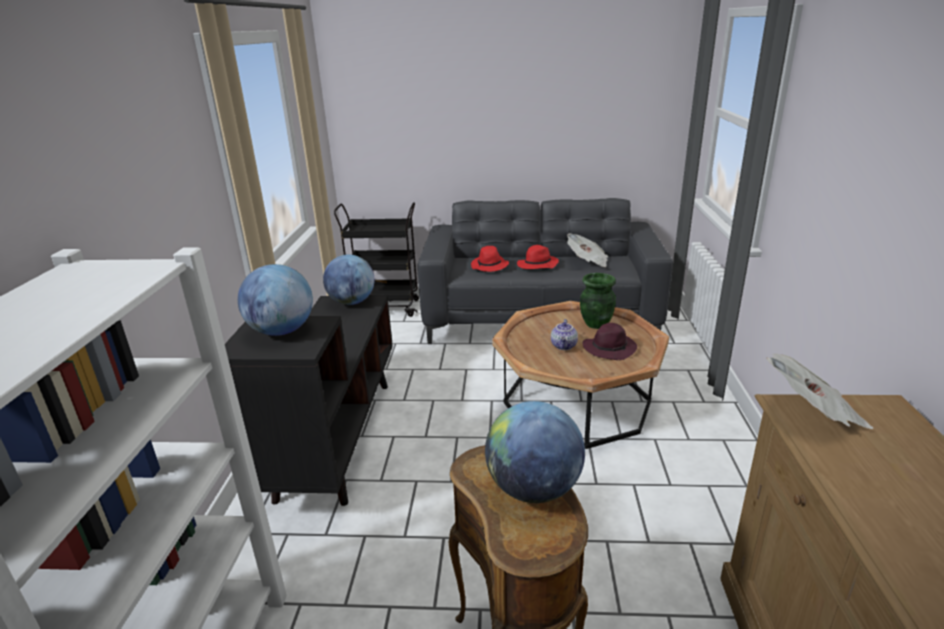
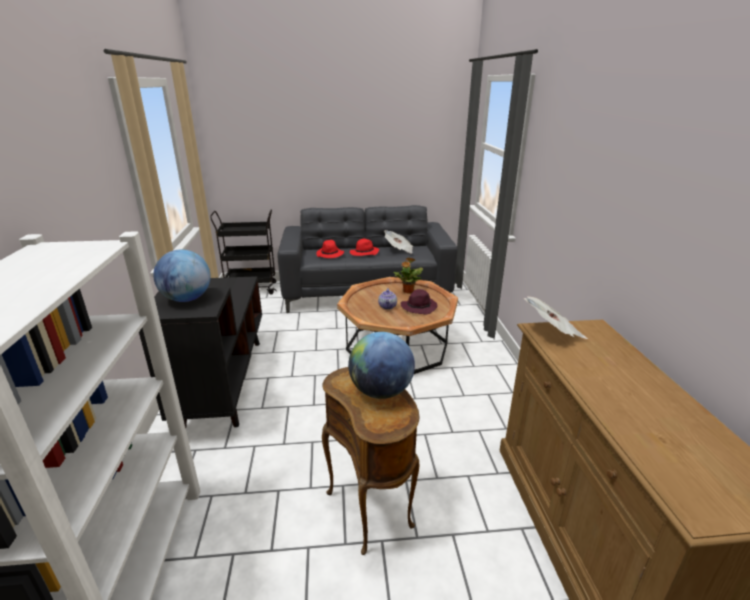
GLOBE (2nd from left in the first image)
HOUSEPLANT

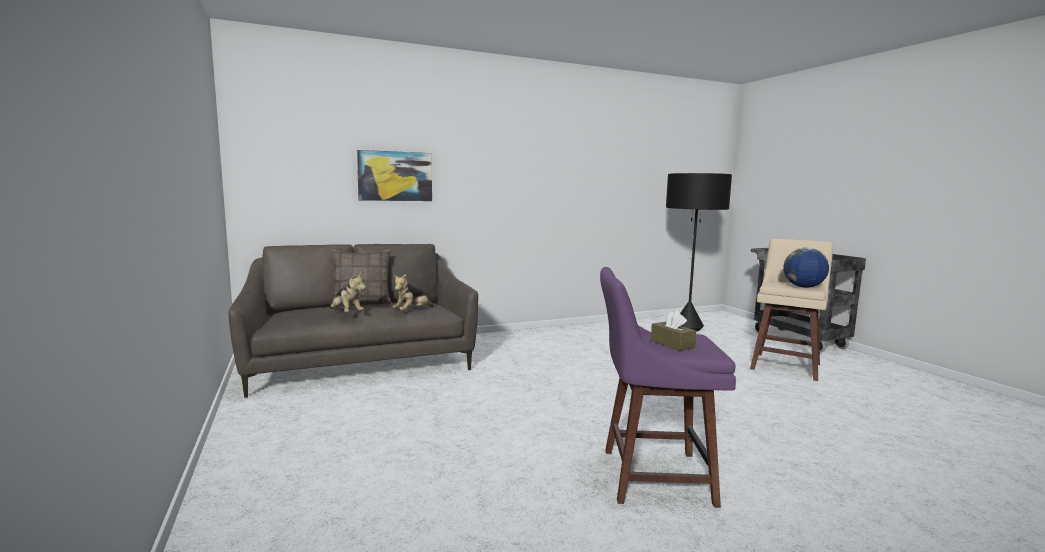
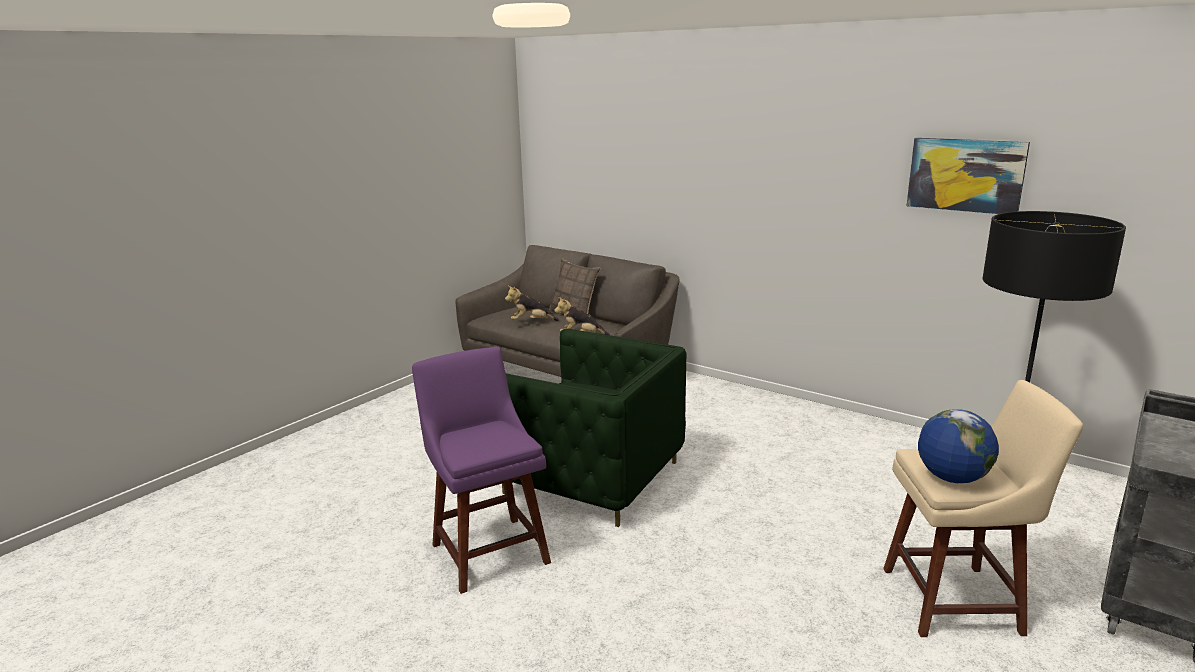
PICTURE
SOFT TOY (1st from left)
BROWN TISSUE HOLDER
GREEN ARMCHAIR

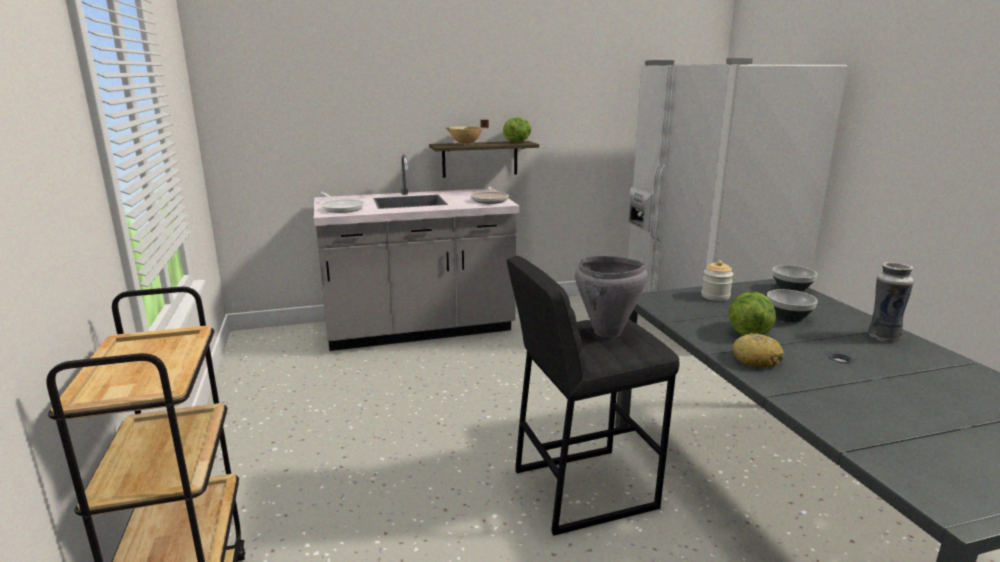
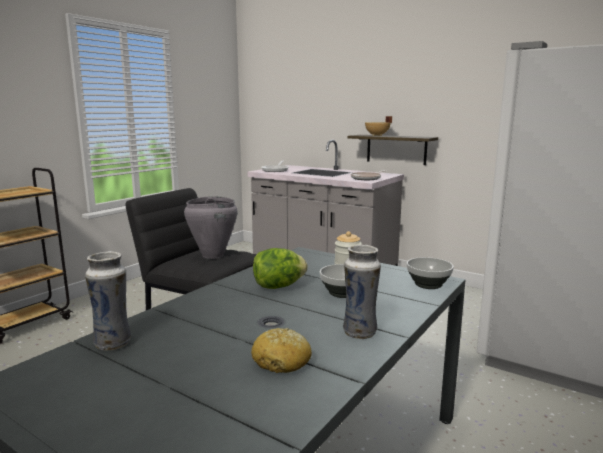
LETTUCE (1st from left in the first image)
BAKED BREAD
FLOWER VASE (1st from left)

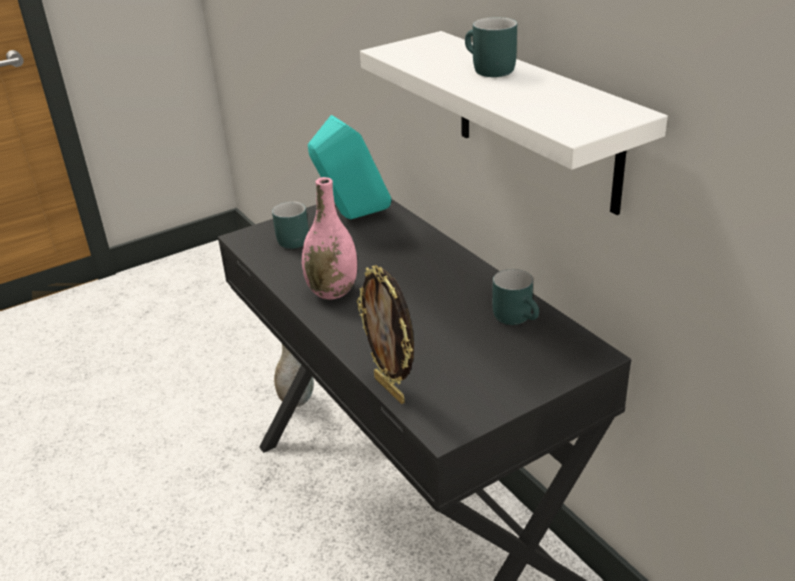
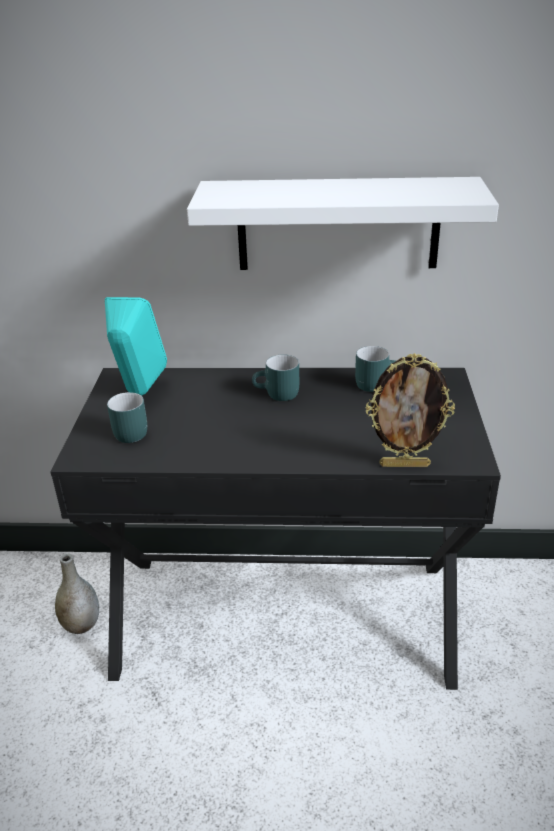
TURQUOISE MUG (2nd from left)
PINKISH FLOWER VASE

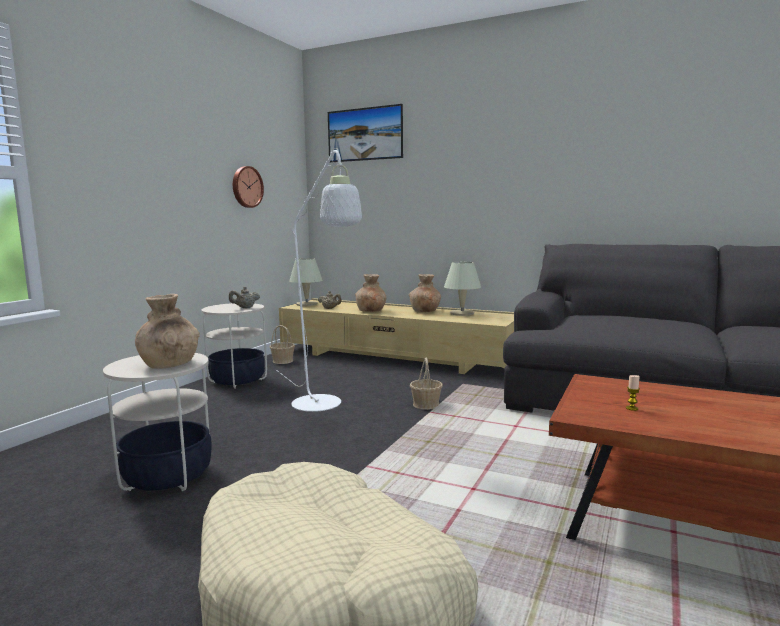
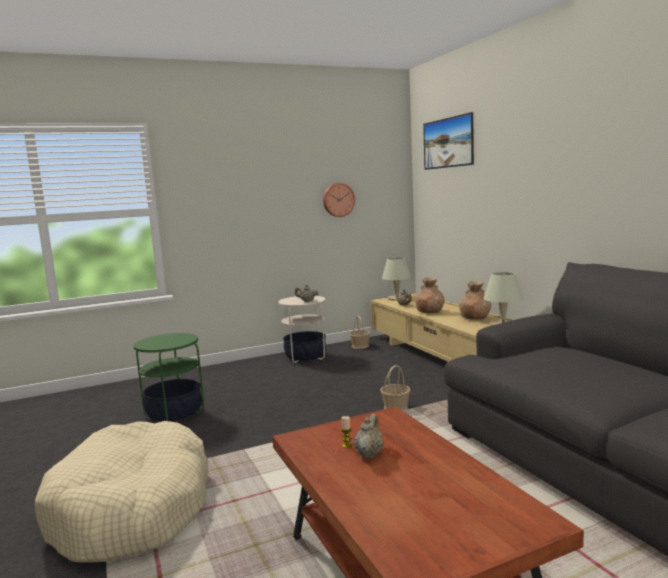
WHITE STANDING LAMP
BROWN FLOWER VASE (1st from left in the first image)
GREEN END TABLE
BEIGE TEA POT (2nd from left)

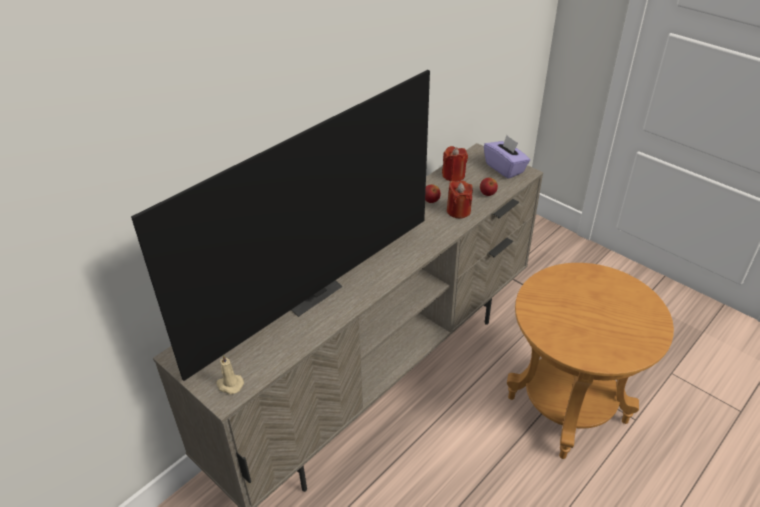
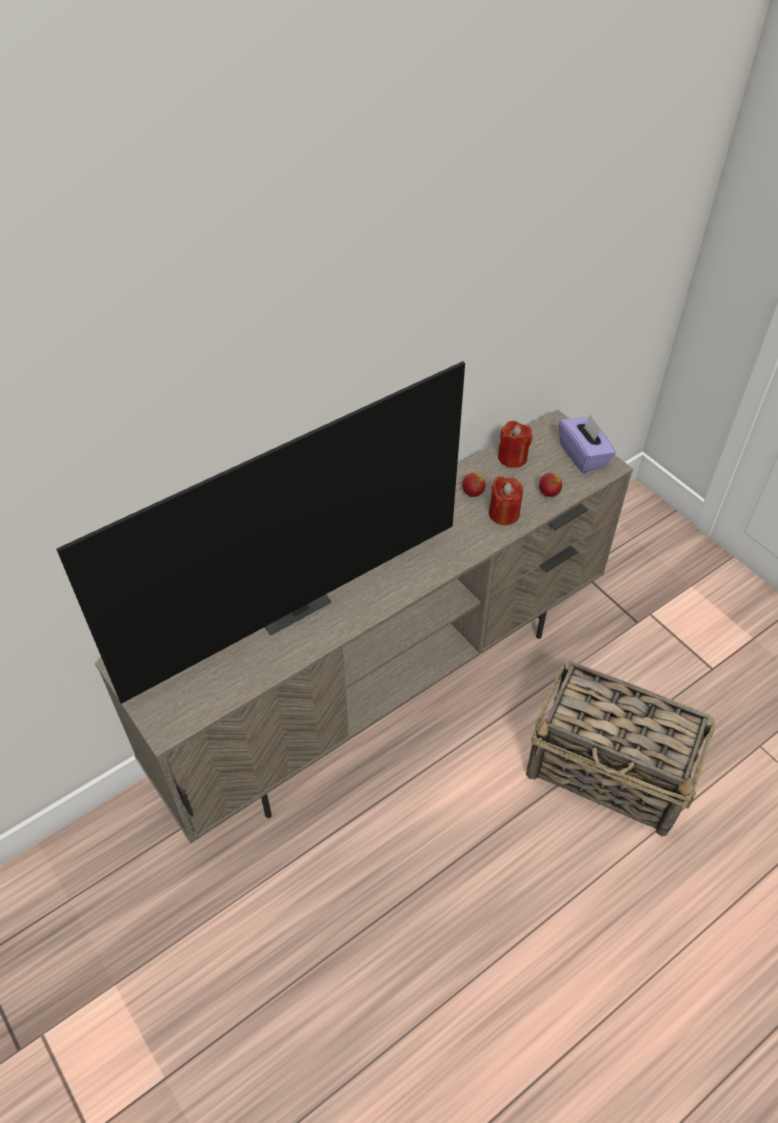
STORAGE BASKET
BEIGE CANDLE

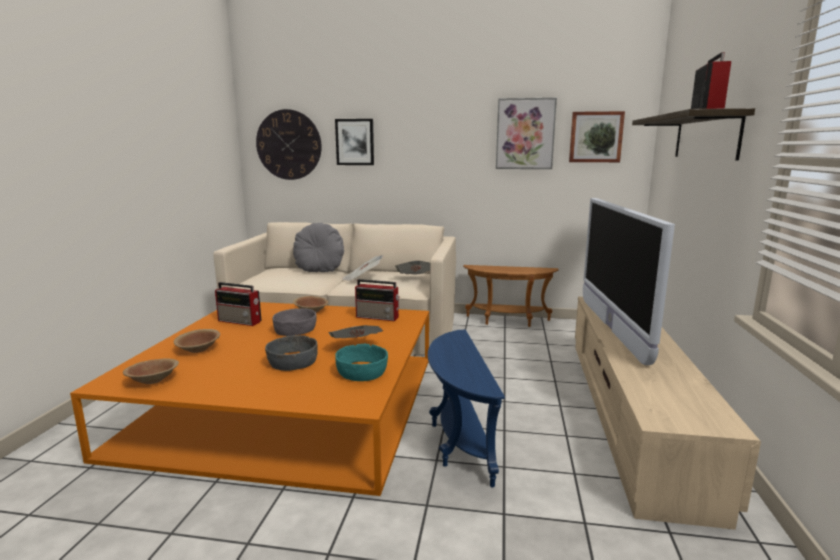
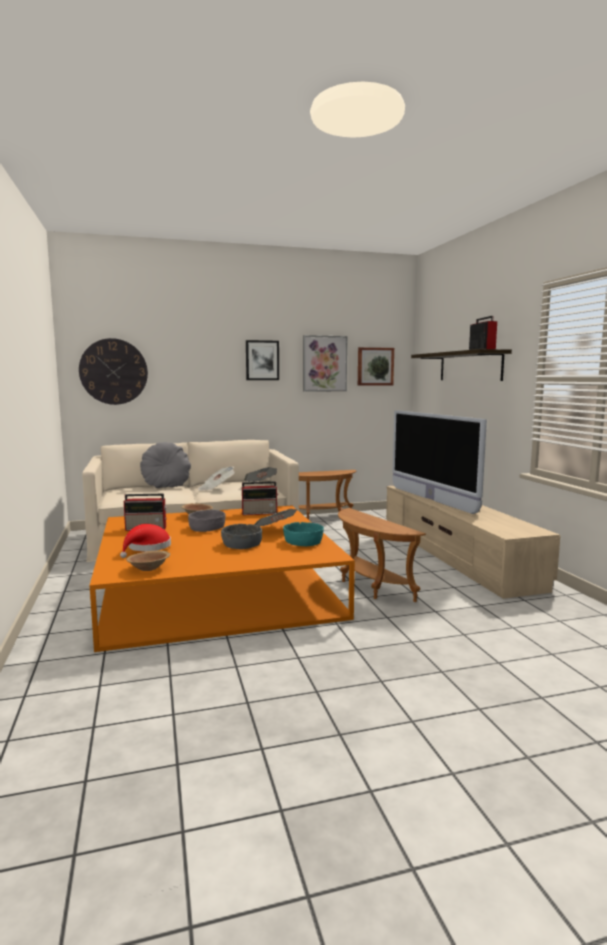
PICTURE (1st from left)
REDDISH WEARABLE HAT
BROWN END TABLE (2nd from left)

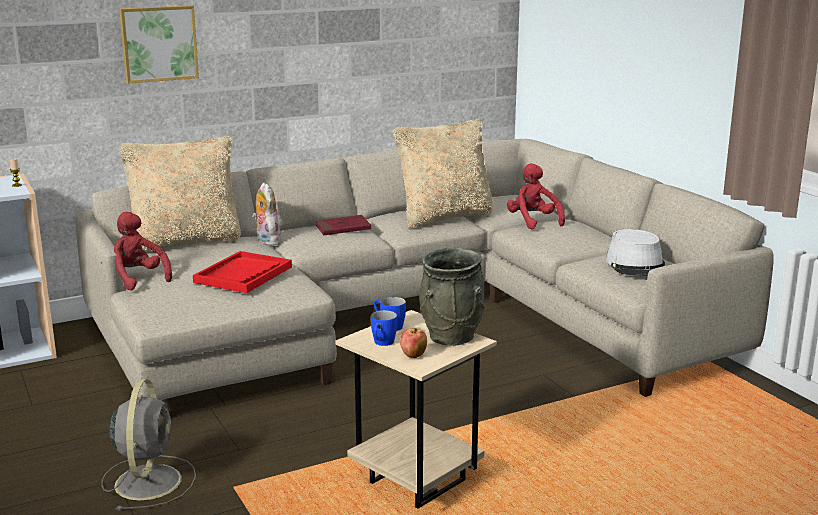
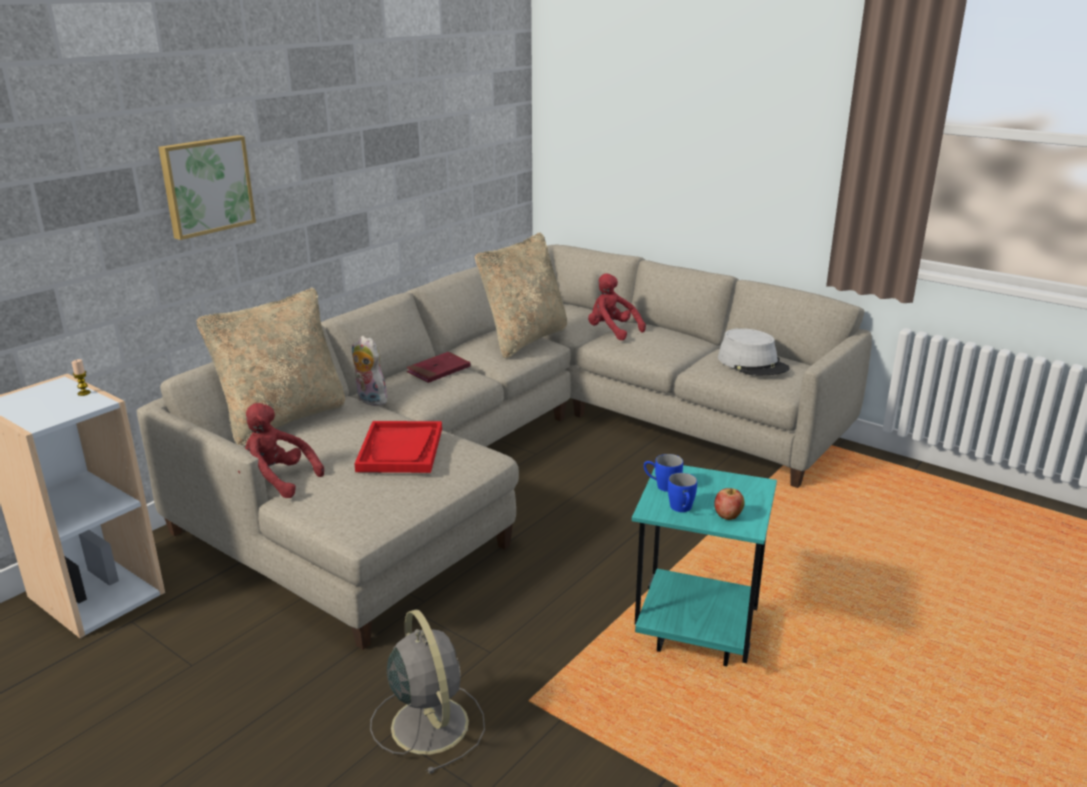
GREYISH FLOWER VASE
TURQUOISE END TABLE

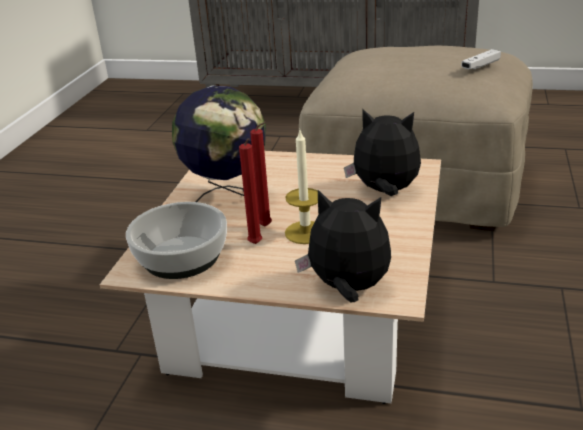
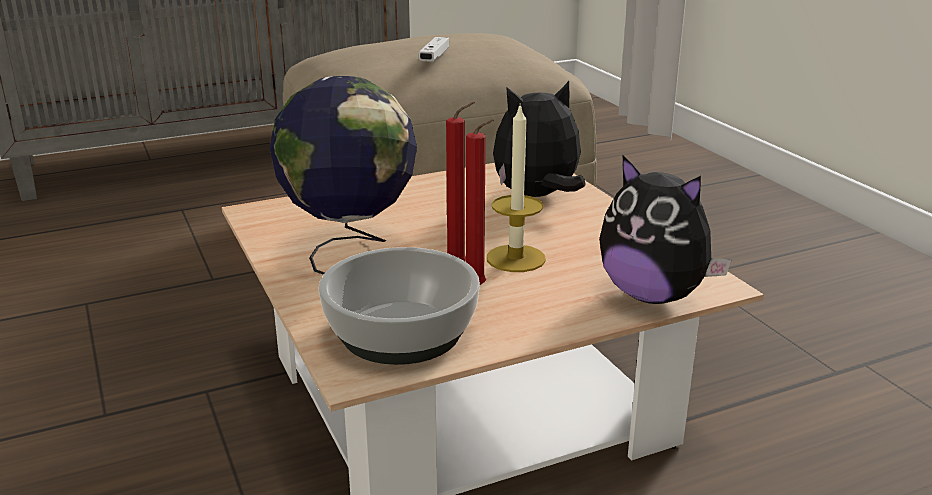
WHITE GAMEPAD
SOFT TOY (2nd from left)

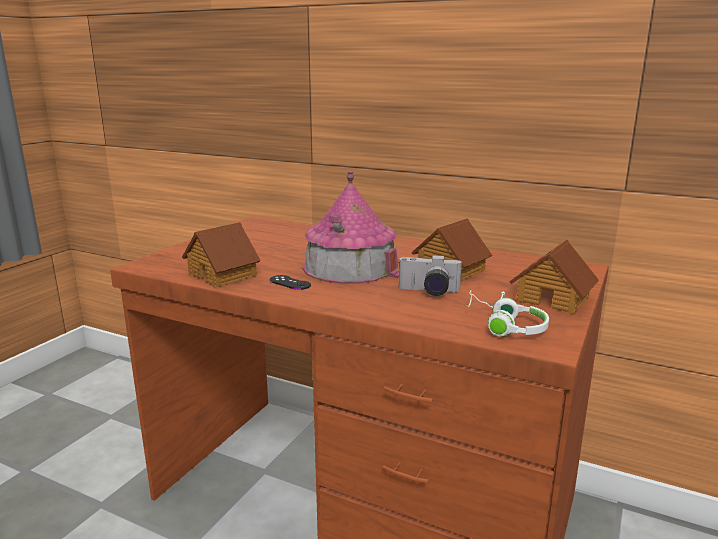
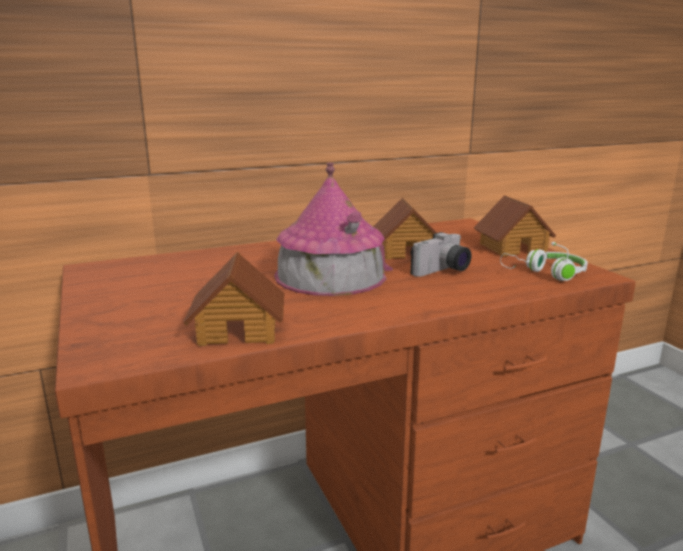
BLACKISH GAMEPAD

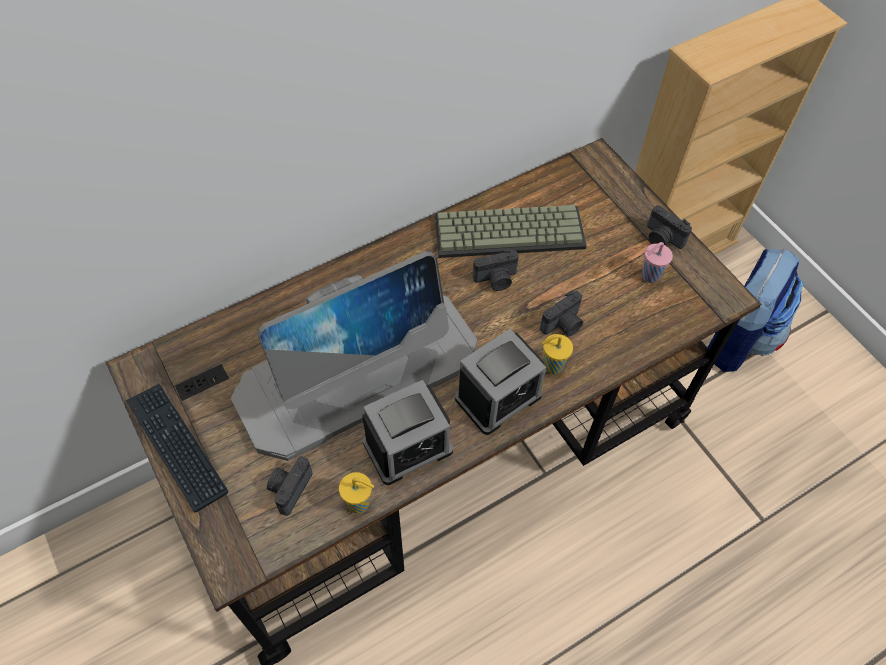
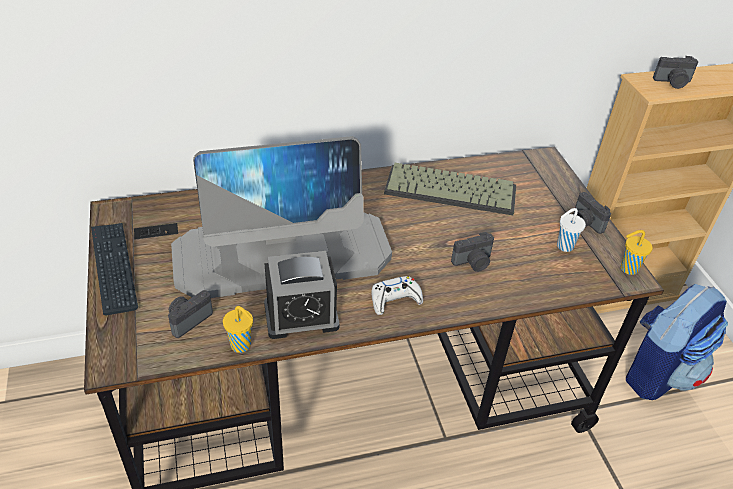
WHITE CUP
PHOTO CAMERA (4th from left)
WHITE GAMEPAD
YELLOW-COLOURED CUP (2nd from left)

